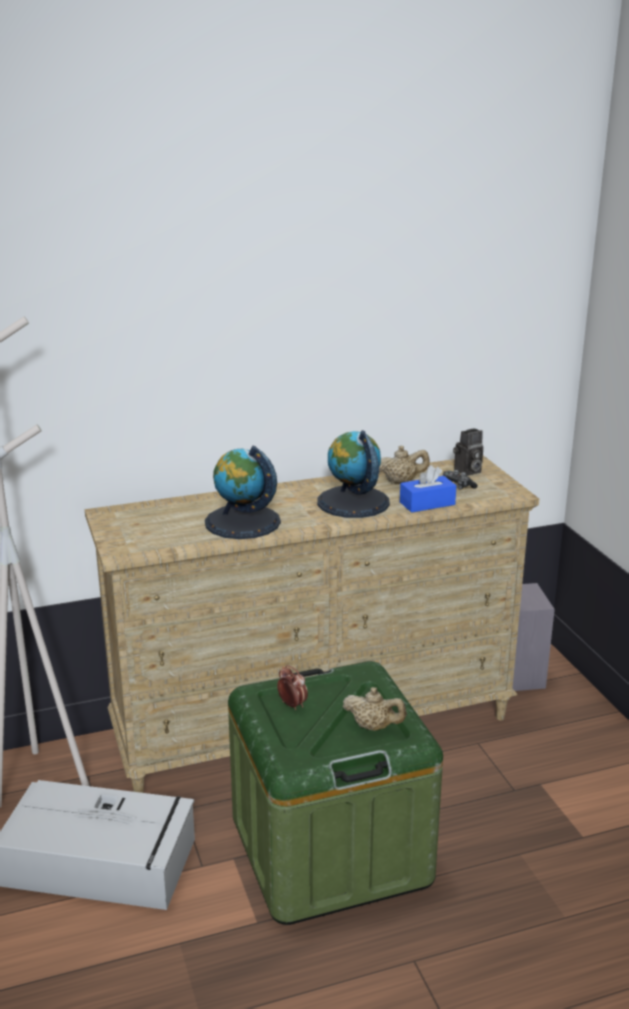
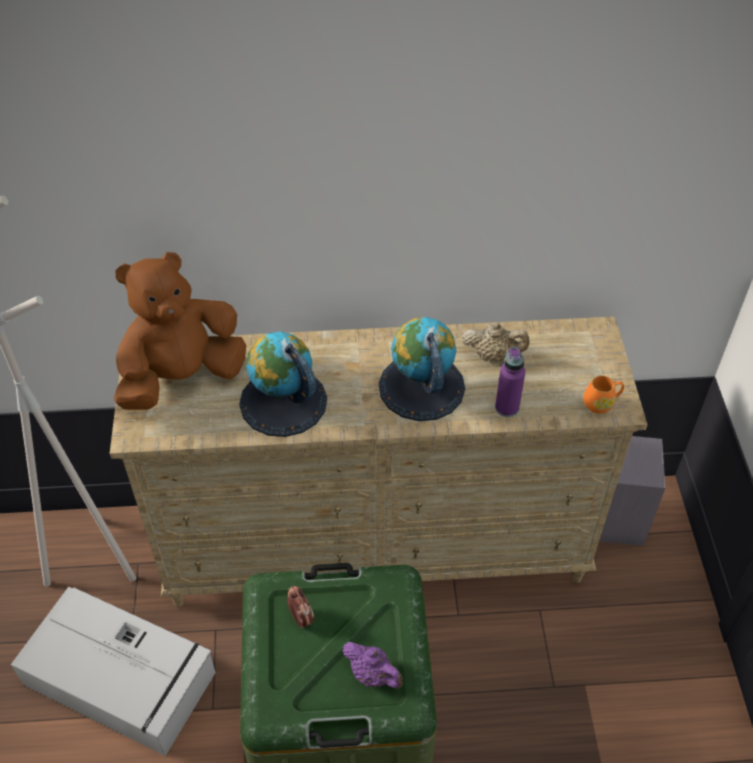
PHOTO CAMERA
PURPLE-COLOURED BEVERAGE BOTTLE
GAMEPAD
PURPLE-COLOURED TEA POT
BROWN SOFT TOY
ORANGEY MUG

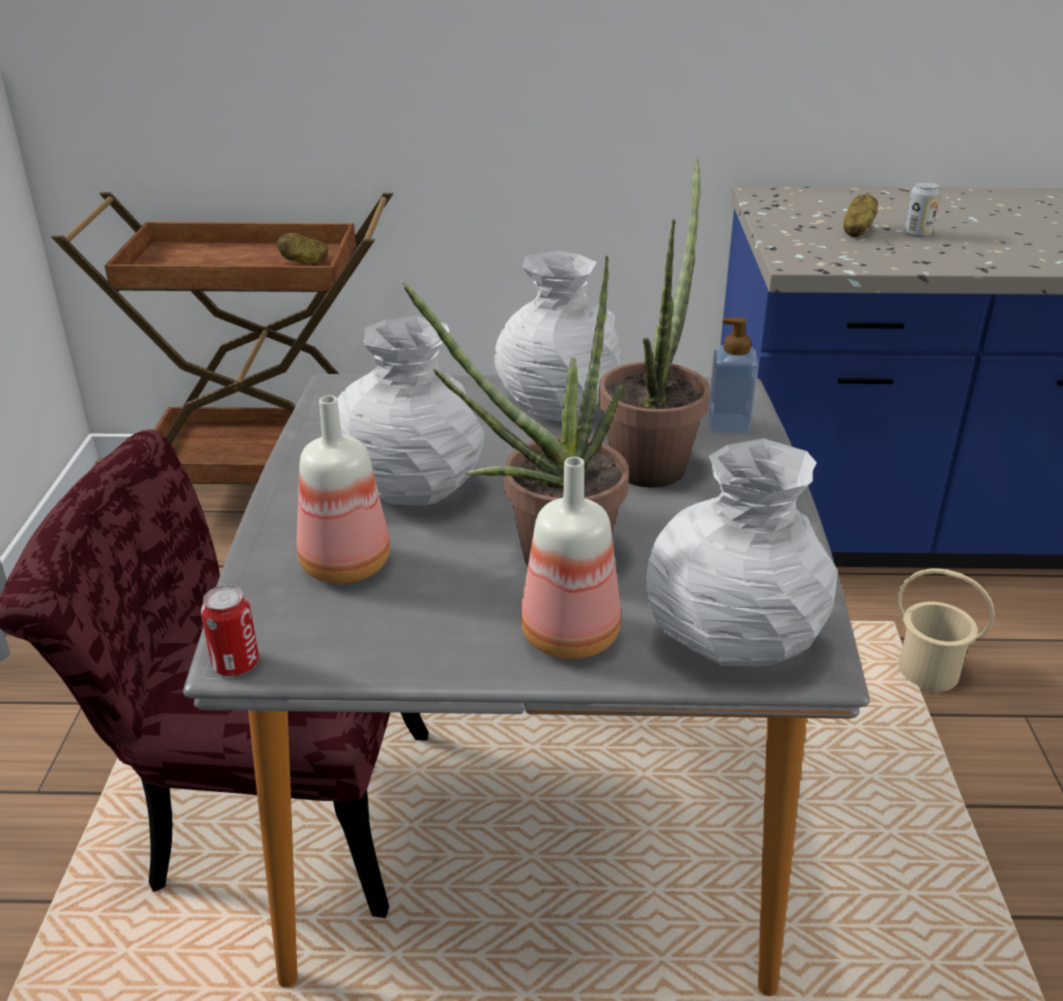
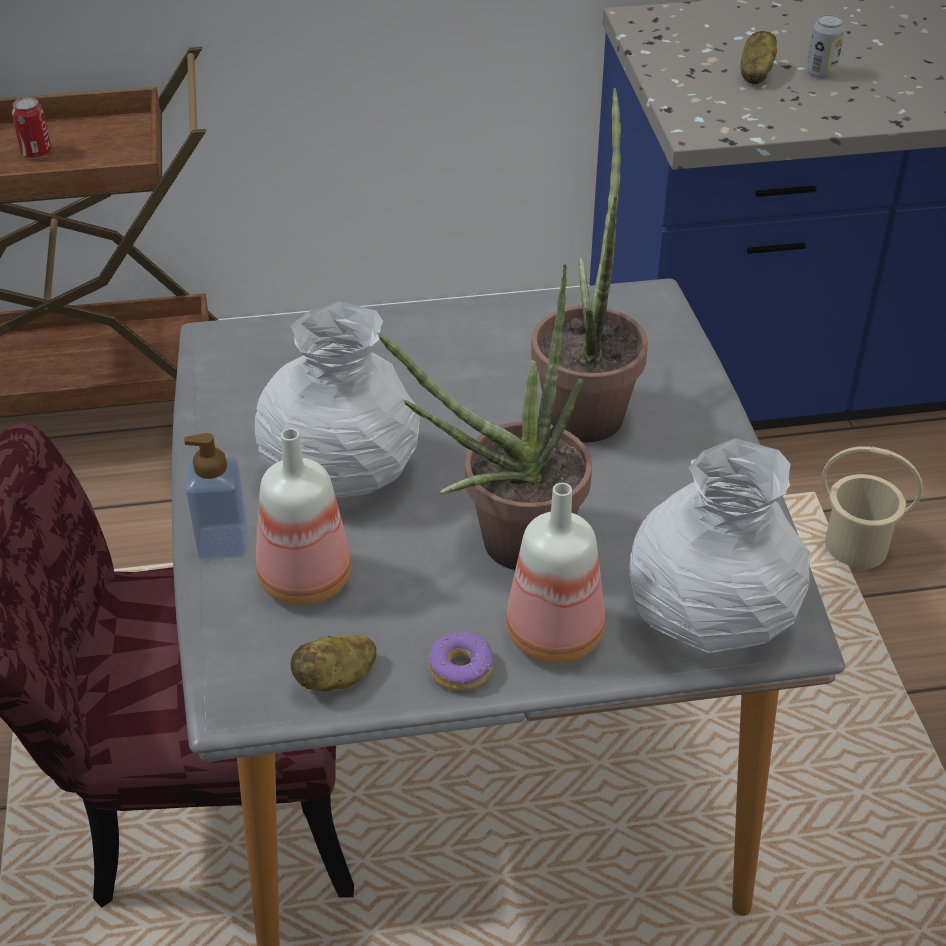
SPUD (1st from left)
WHITE FLOWER VASE (2nd from left in the first image)
SOAP DISPENSER
SEALED CAN (1st from left)
DOUGHNUT

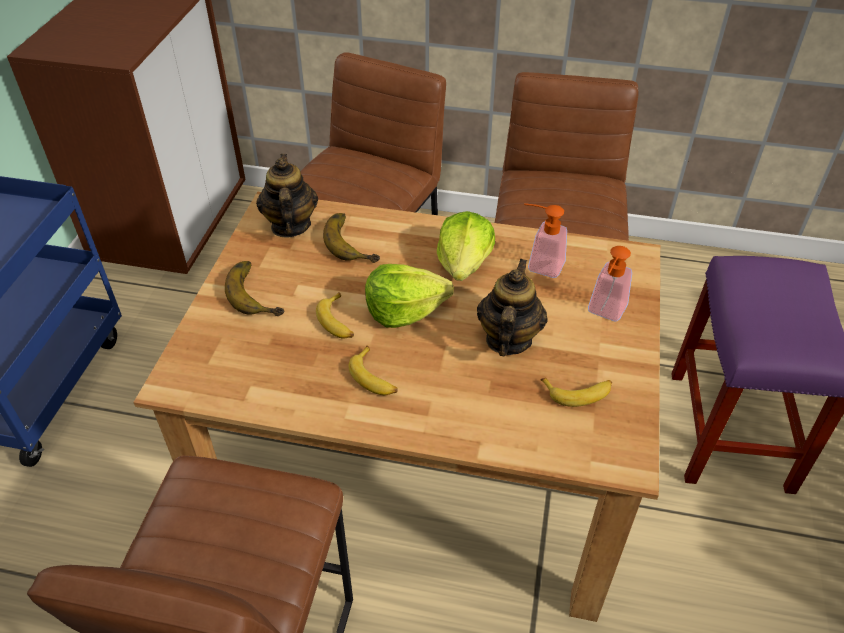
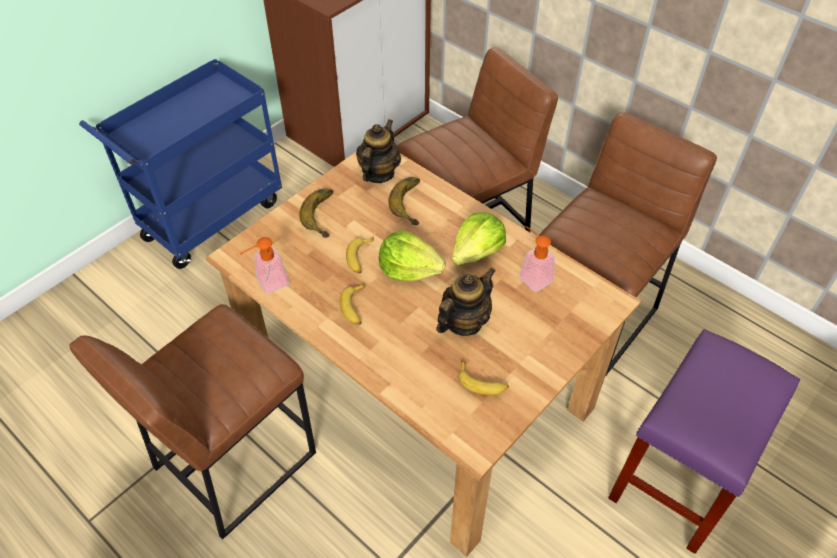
SOAP DISPENSER (1st from left)

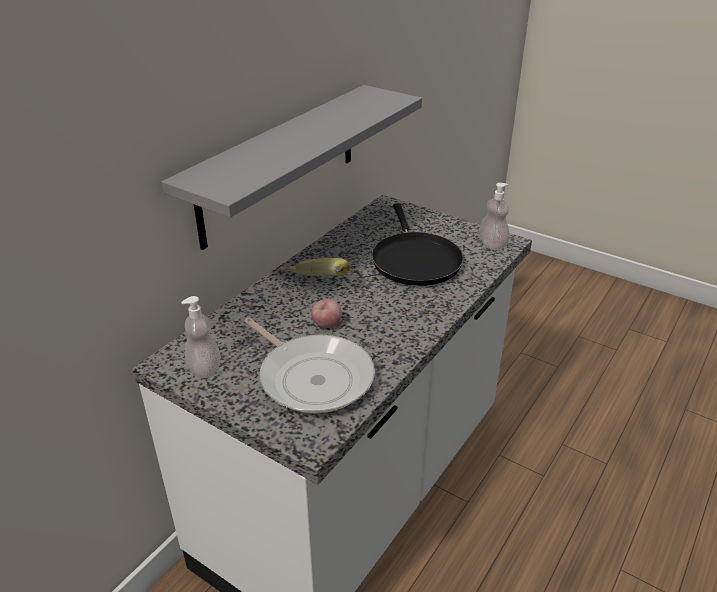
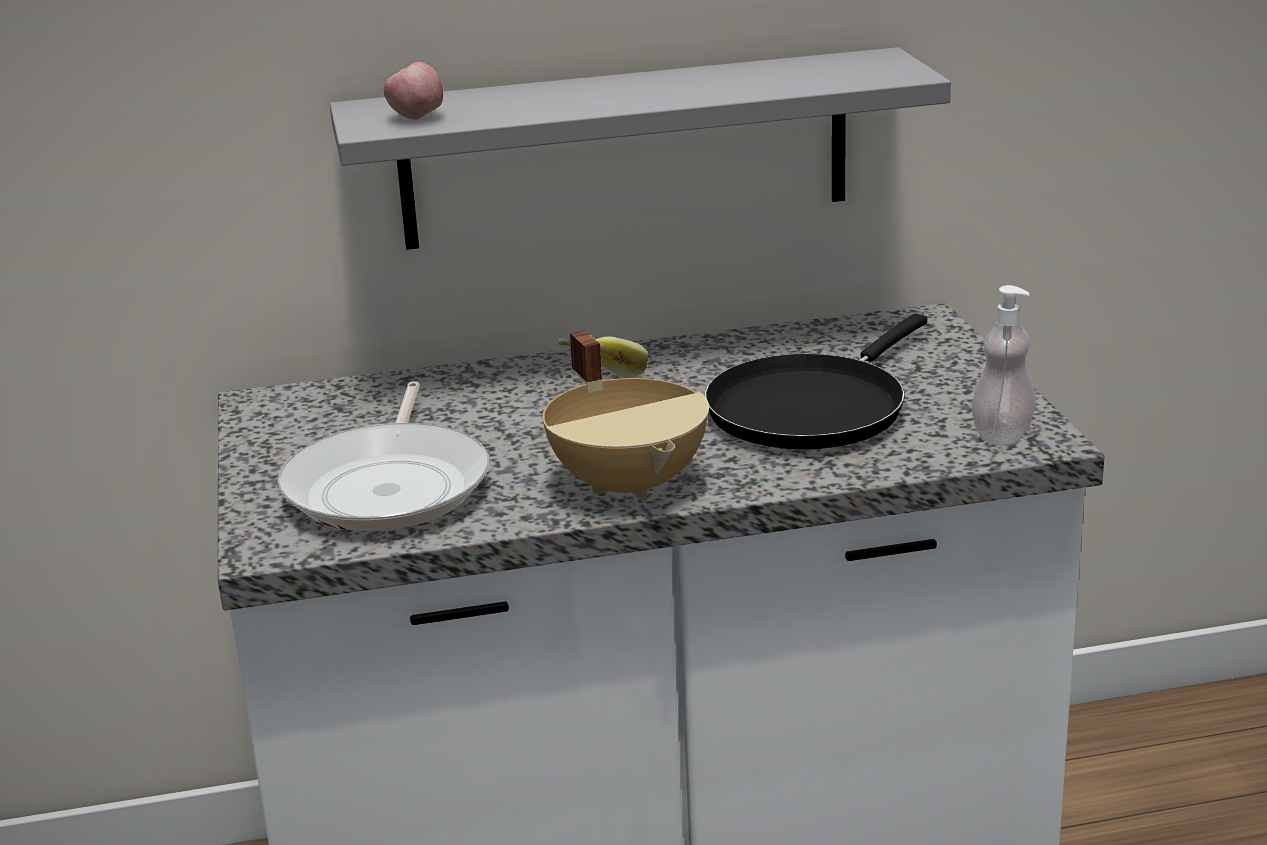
SOAP DISPENSER (1st from left in the first image)
WHOLE APPLE
BEIGE SAUCEPOT

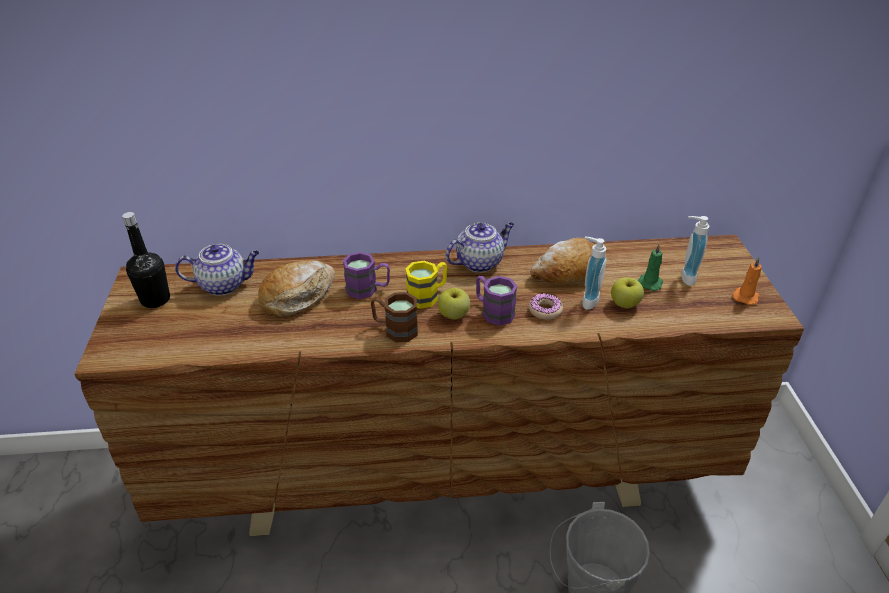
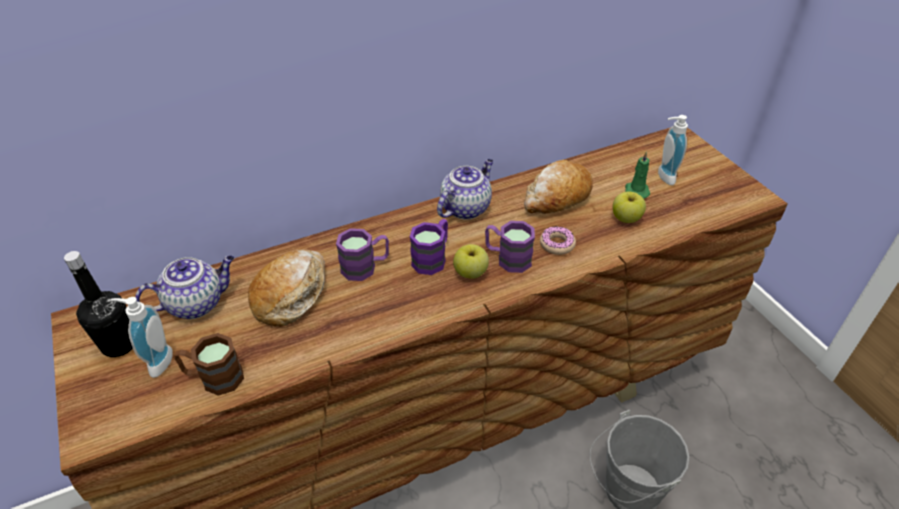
SOAP DISPENSER (1st from left)
ORANGEY CANDLE
PURPLE-COLOURED MUG (2nd from left)
BROWN MUG

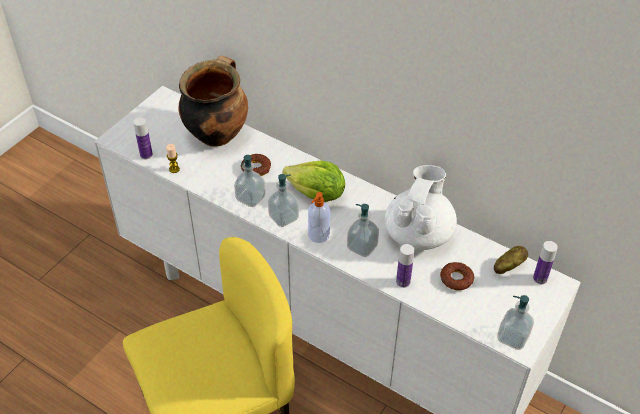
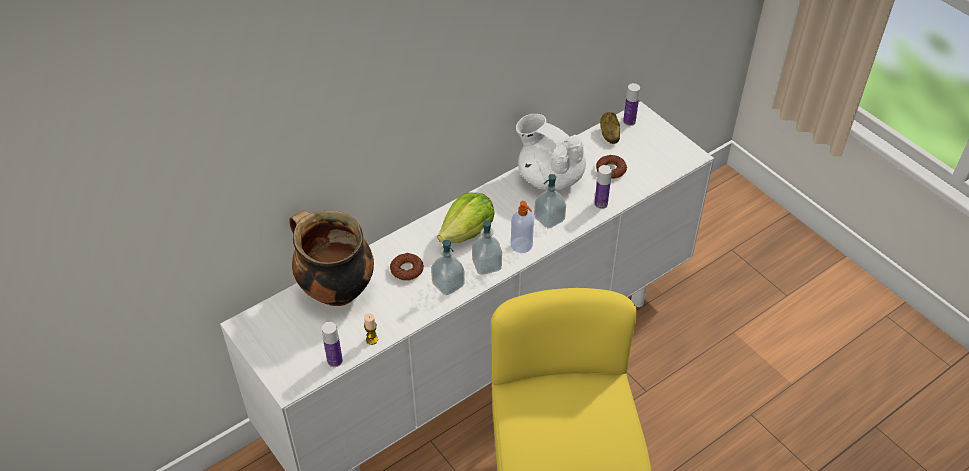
SOAP DISPENSER (5th from left in the first image)

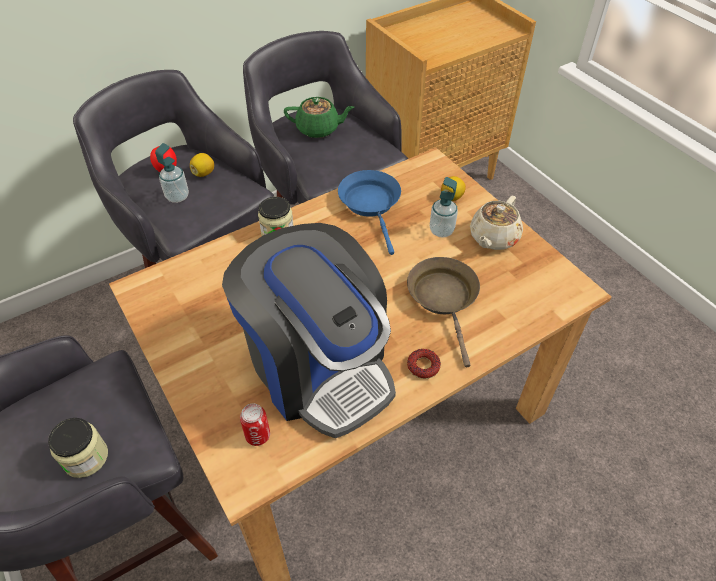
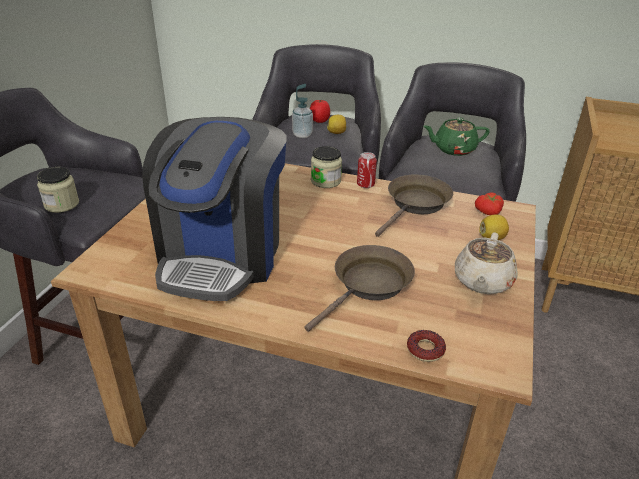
GREEN TEA POT
BROWN SKILLET (2nd from left)
SOAP DISPENSER (2nd from left in the first image)
BEIGE TEA POT
DOUGHNUT
SEALED CAN
TOMATO (2nd from left)

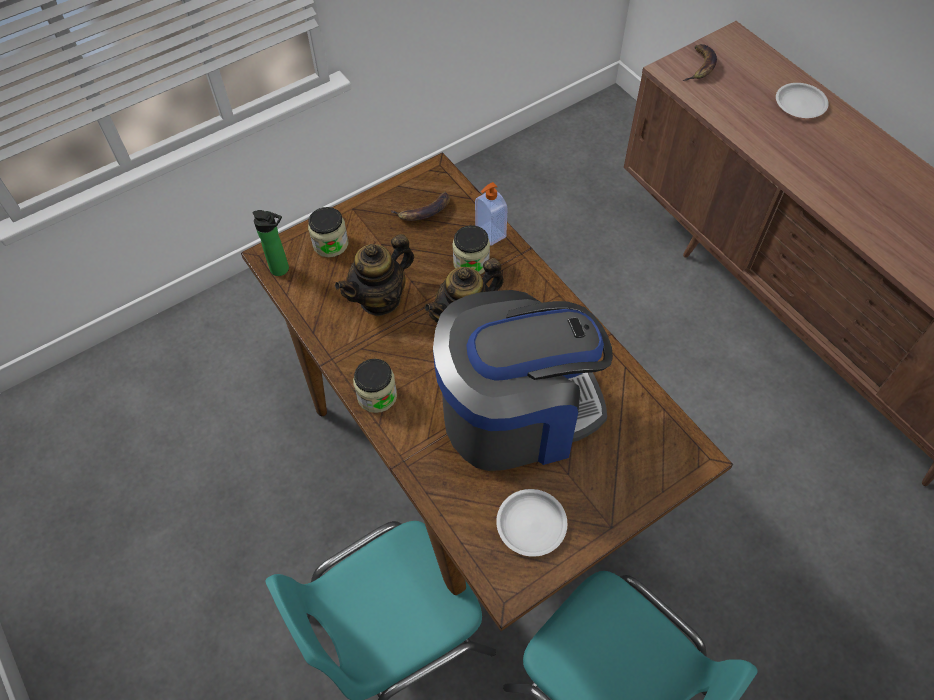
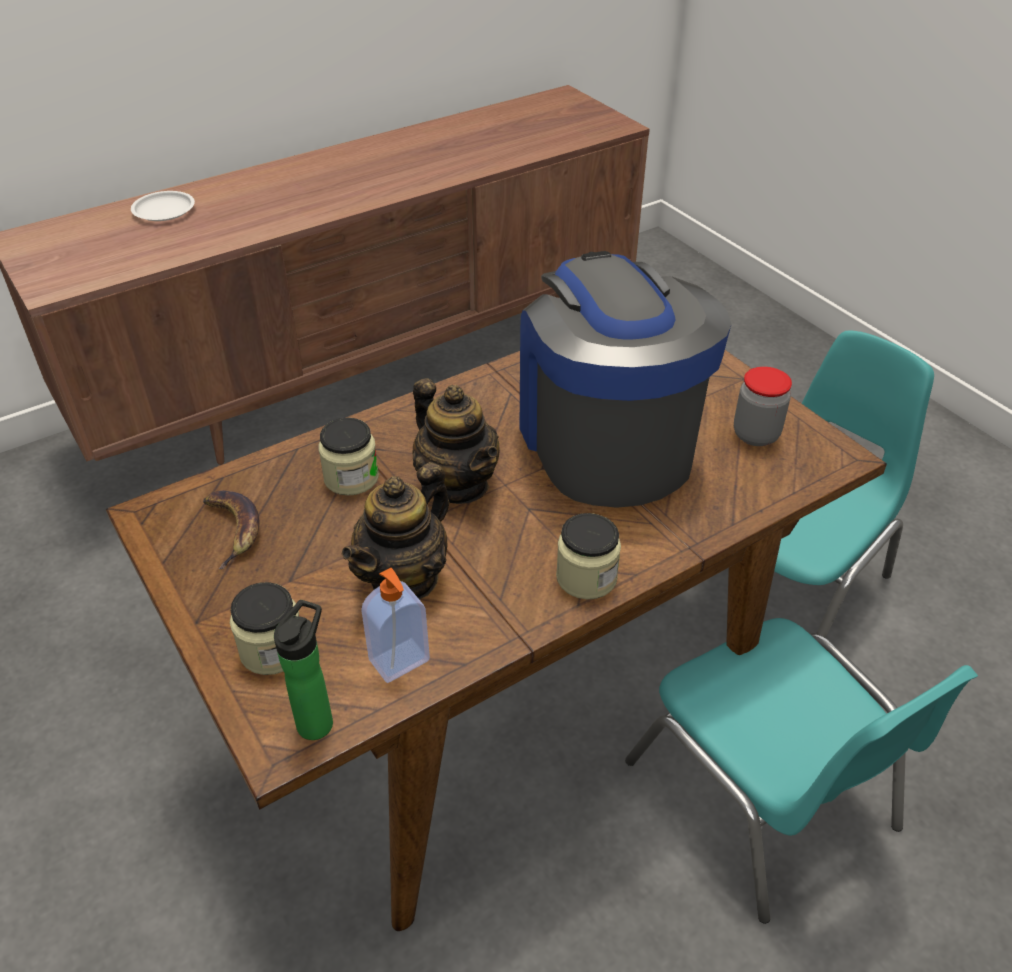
BANANA FRUIT (2nd from left in the first image)
SOAP DISPENSER
TEA POT (1st from left)
JAR (4th from left)

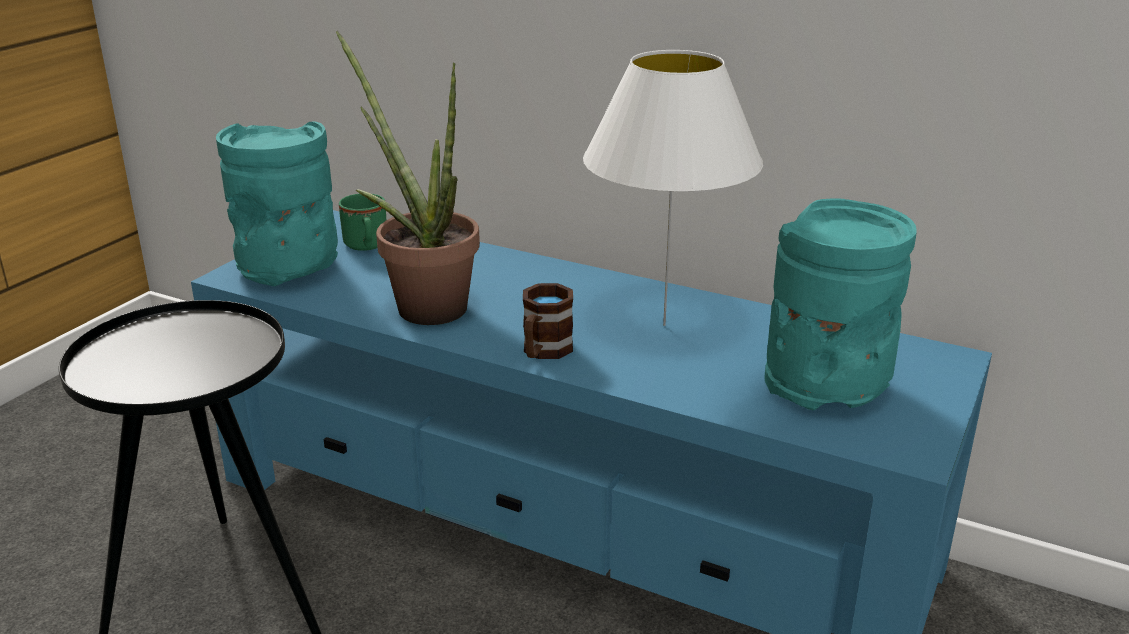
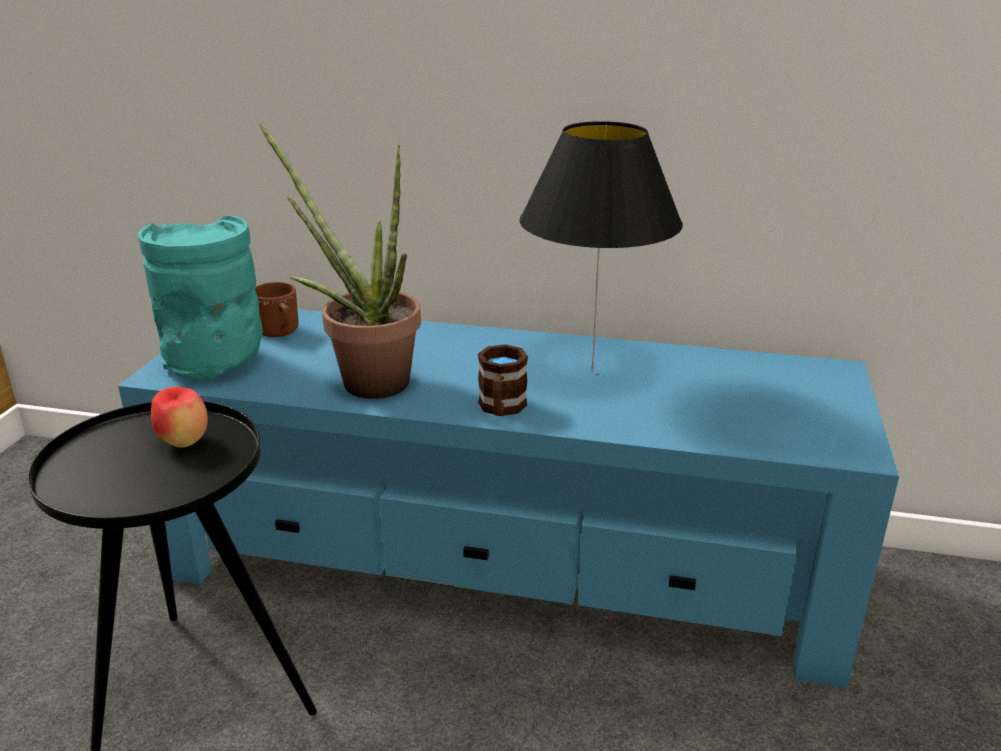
BLACKISH TABLE LAMP
BROWN MUG (1st from left)
TURQUOISE FLOWER VASE (2nd from left in the first image)
WHOLE APPLE

